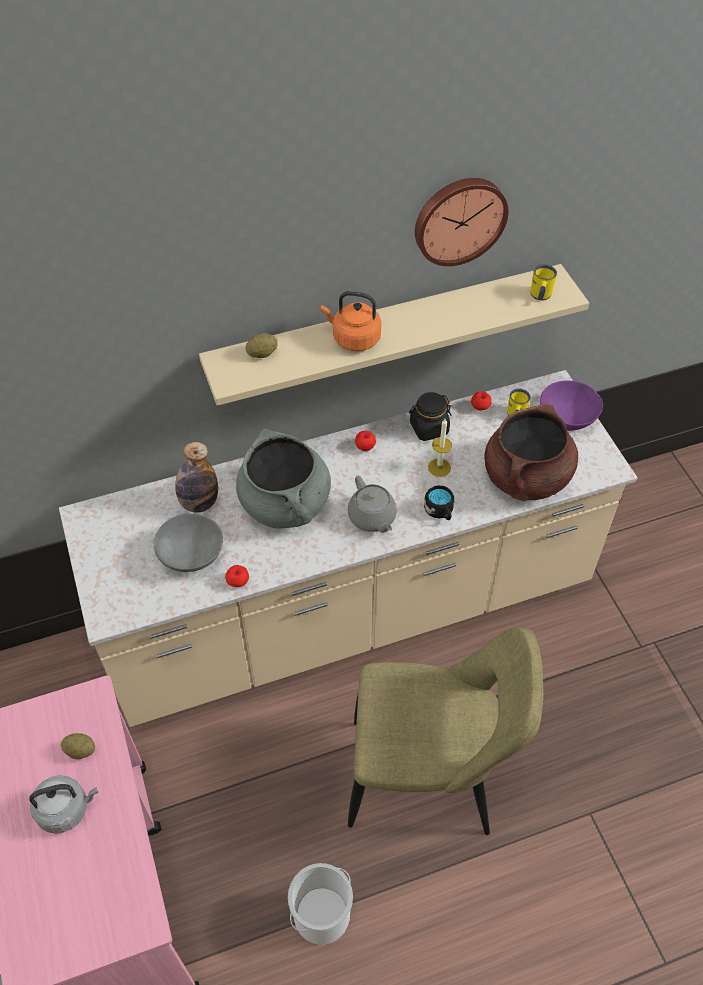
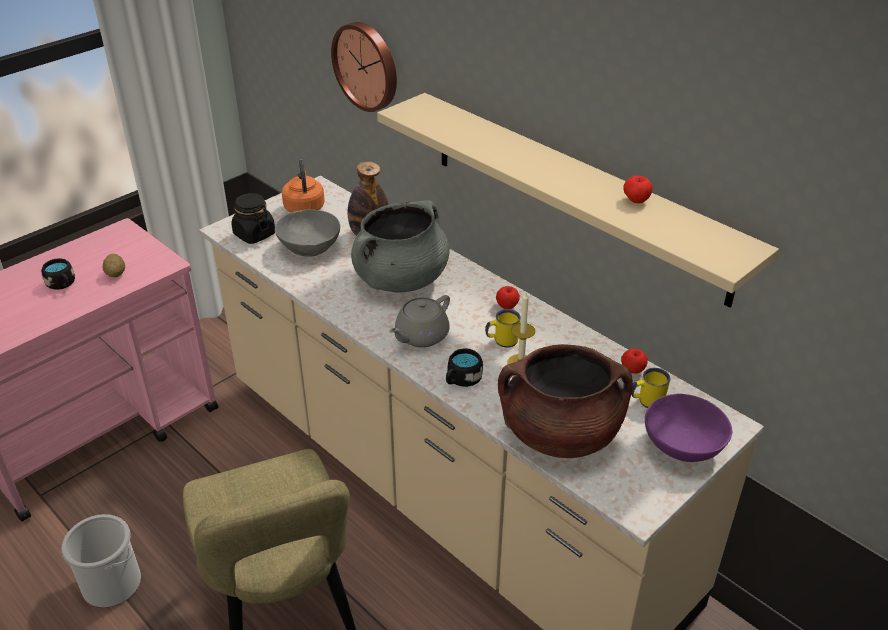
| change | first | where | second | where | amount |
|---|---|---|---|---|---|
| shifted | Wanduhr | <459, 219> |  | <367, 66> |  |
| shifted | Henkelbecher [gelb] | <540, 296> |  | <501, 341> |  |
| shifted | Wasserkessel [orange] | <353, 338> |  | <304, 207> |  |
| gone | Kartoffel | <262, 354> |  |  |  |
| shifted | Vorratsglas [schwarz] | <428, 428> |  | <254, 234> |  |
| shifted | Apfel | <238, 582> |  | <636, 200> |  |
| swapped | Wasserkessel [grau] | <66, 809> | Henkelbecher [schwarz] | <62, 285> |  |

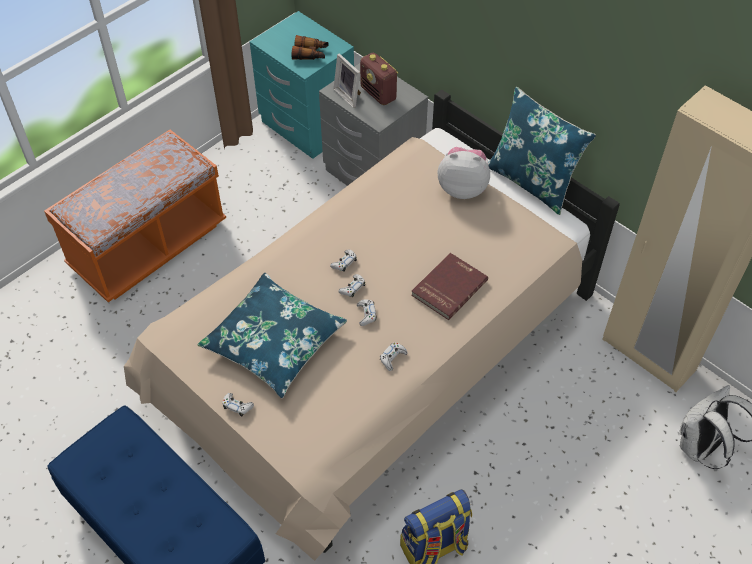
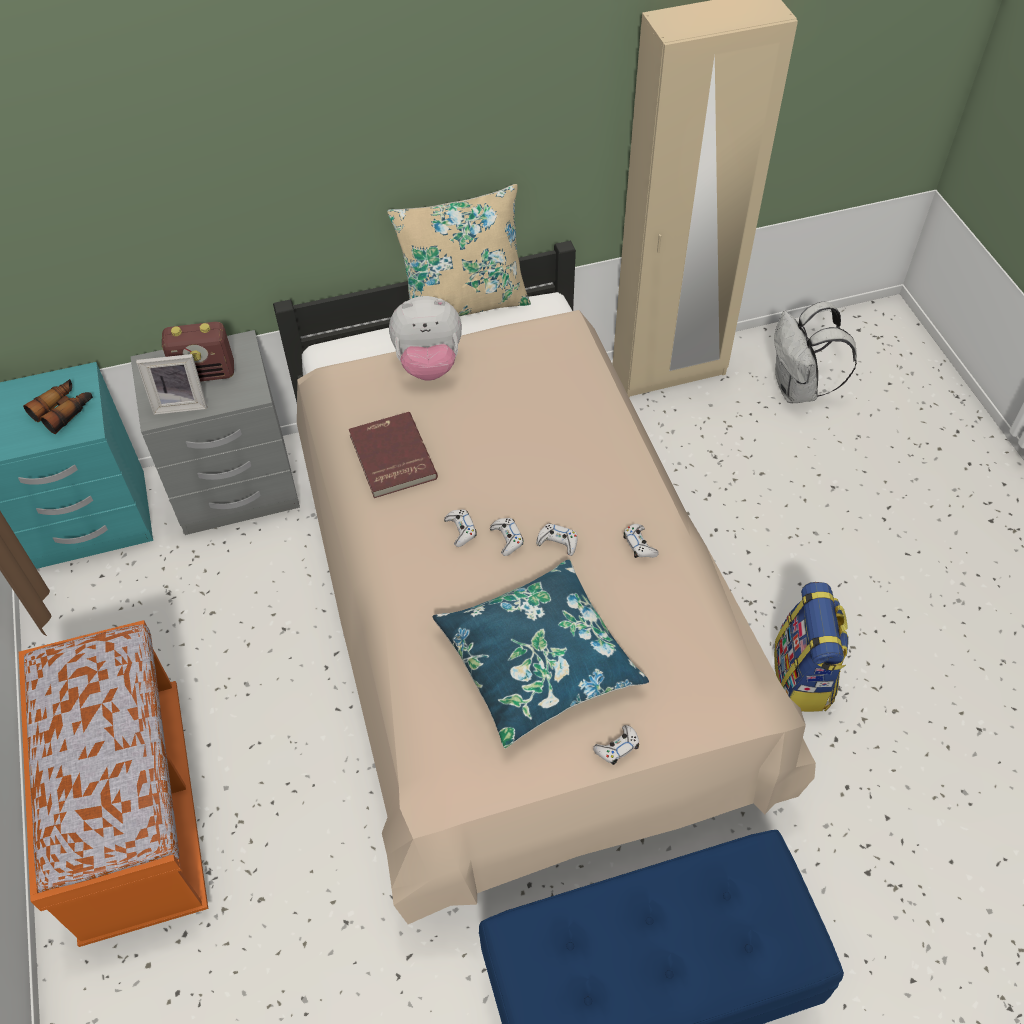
| change | first | where | second | where | amount |
|---|---|---|---|---|---|
| repainted | Kissen [blau] | <532, 181> | Kissen [beige] | <464, 303> |  |
| rotated | Plüschtier | <462, 187> |  | <428, 364> | 135 degrees counterclockwise |
| shifted | Buch [rot] | <448, 287> |  | <391, 457> |  |

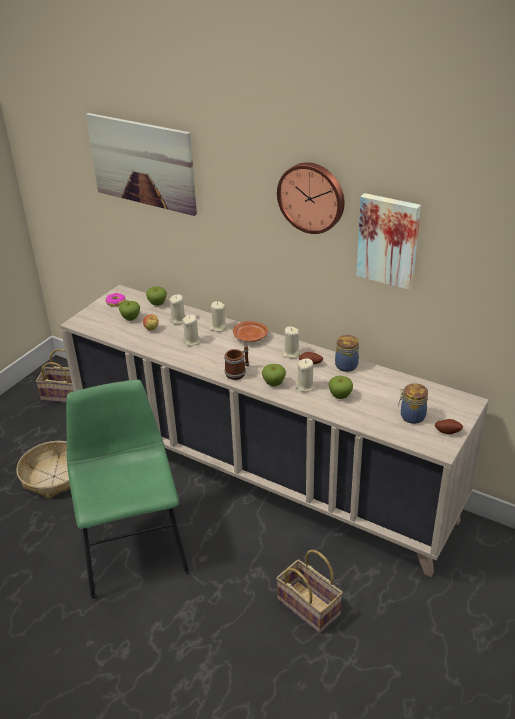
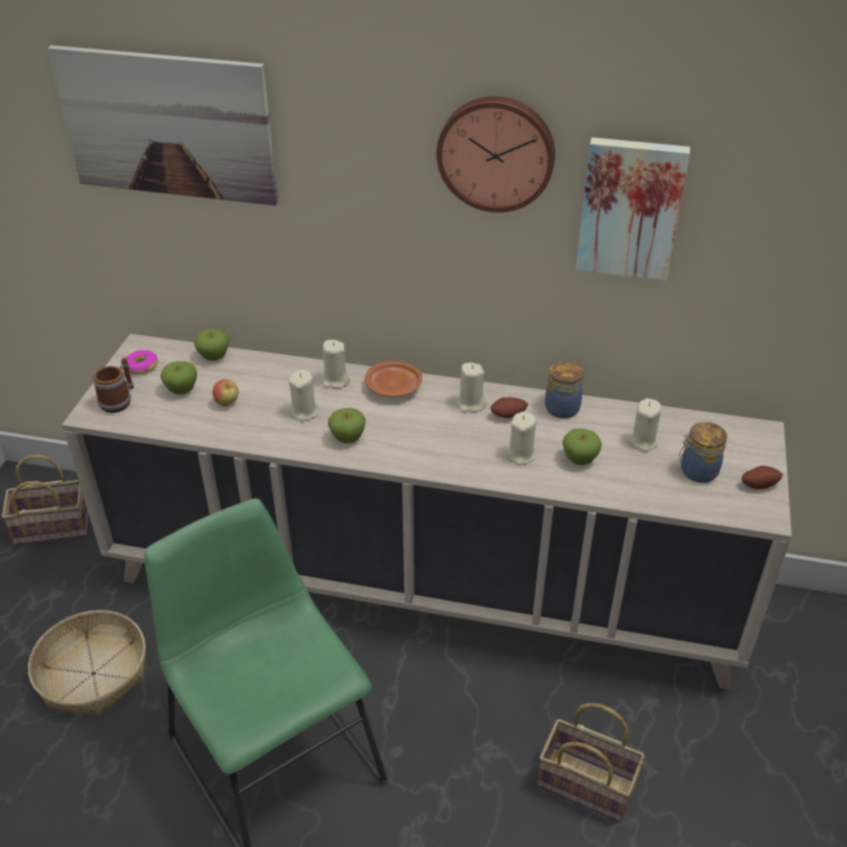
| change | first | where | second | where | amount |
|---|---|---|---|---|---|
| shifted | Kerze [beige] | <178, 320> |  | <642, 441> |  |
| shifted | Henkelbecher | <238, 372> |  | <119, 400> |  |
| shifted | Apfel | <274, 383> |  | <348, 438> |  |

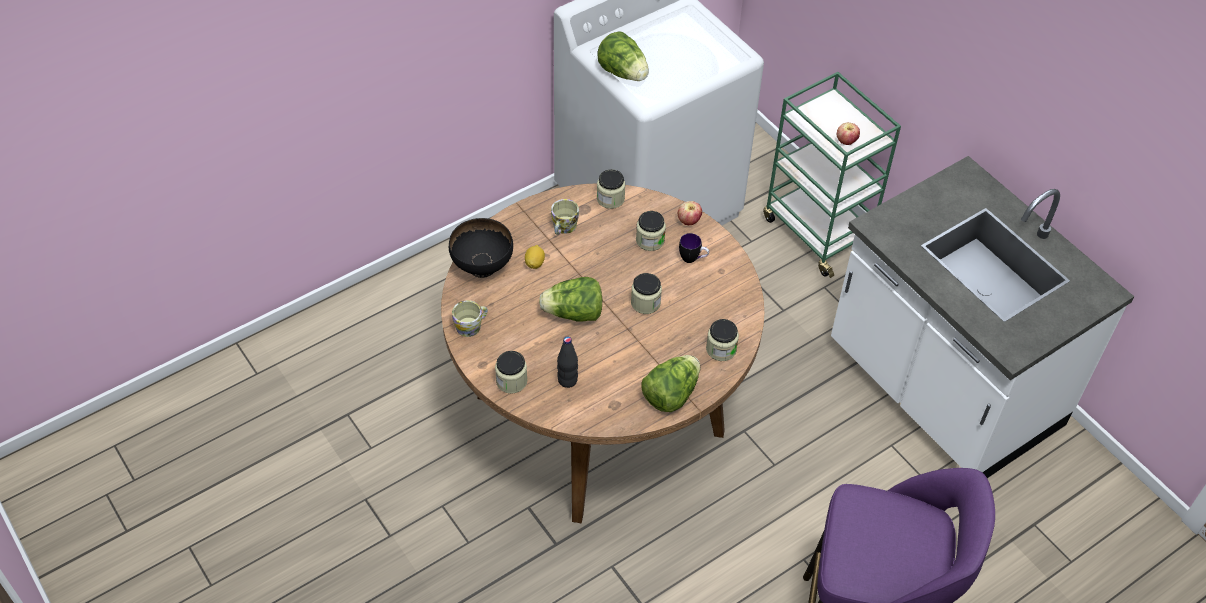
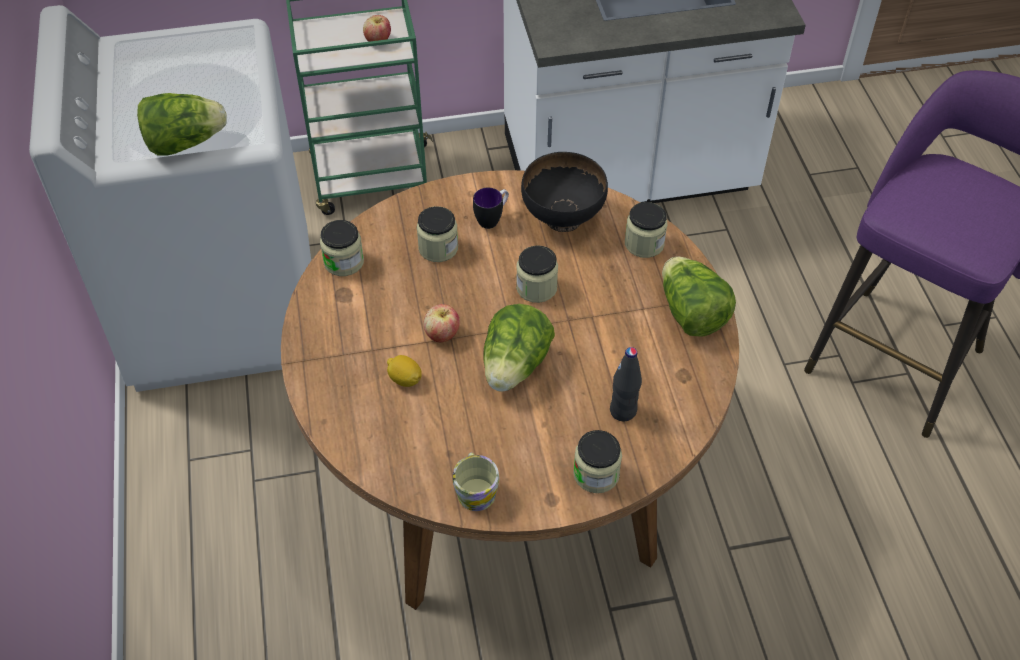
| change | first | where | second | where | amount |
|---|---|---|---|---|---|
| gone | Henkelbecher | <563, 228> |  |  |  |
| shifted | Apfel | <689, 221> |  | <442, 335> |  |
| shifted | Schüssel [schwarz] | <483, 266> |  | <562, 217> |  |

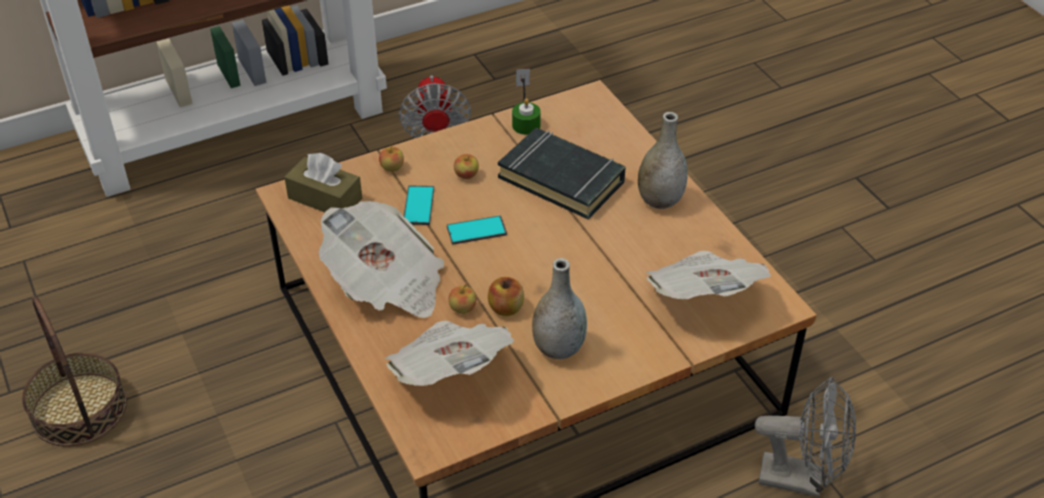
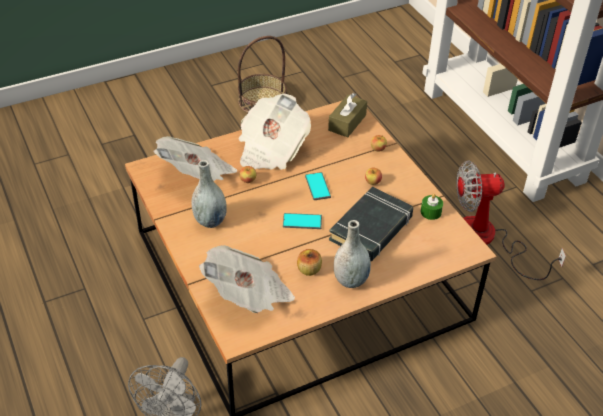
| change | first | where | second | where | amount |
|---|---|---|---|---|---|
| shifted | Handy | <418, 206> |  | <302, 221> |  |
| shifted | Apfel | <506, 308> |  | <309, 270> |  |

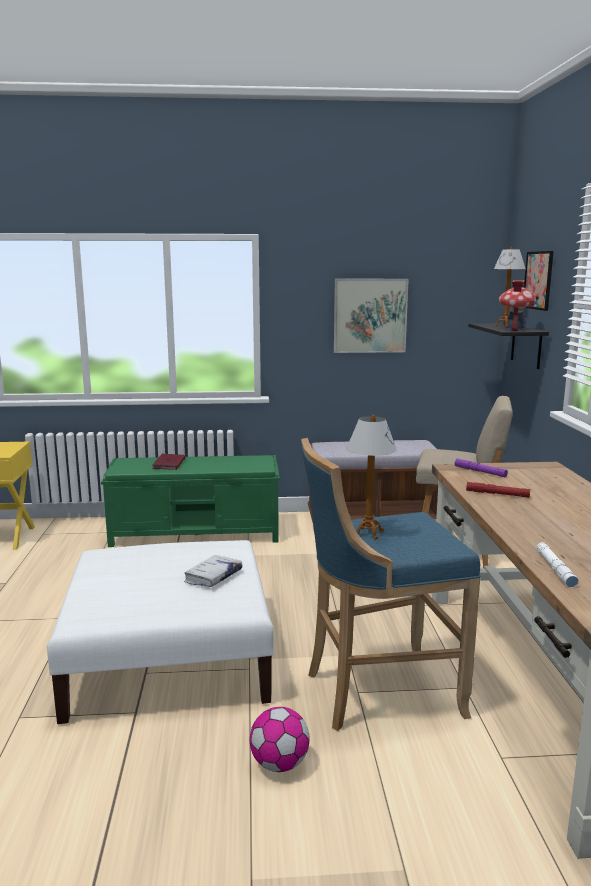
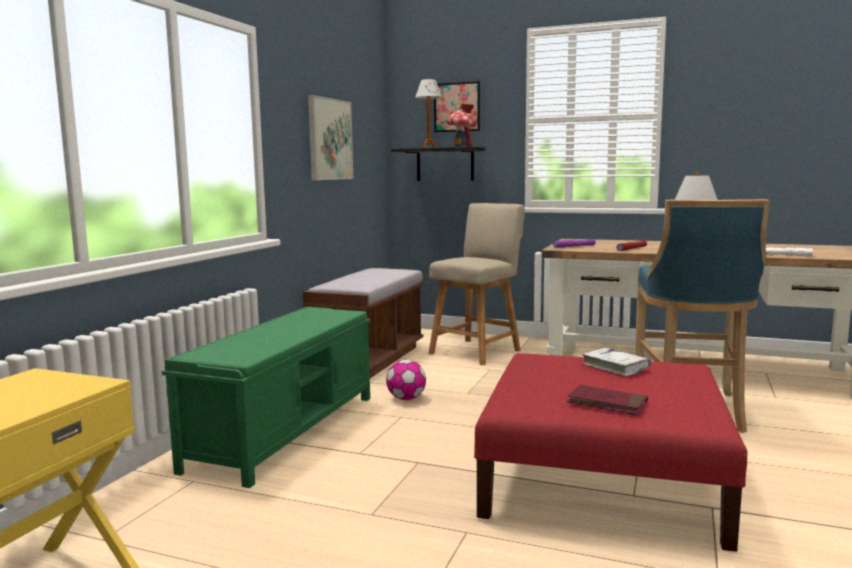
| change | first | where | second | where | amount |
|---|---|---|---|---|---|
| shifted | Buch [rot] | <169, 464> |  | <607, 403> |  |
| repainted | Polsterhocker [weiß] | <170, 655> | Polsterhocker [rot] | <601, 479> |  |
| shifted | Fußball | <279, 764> |  | <406, 399> |  |

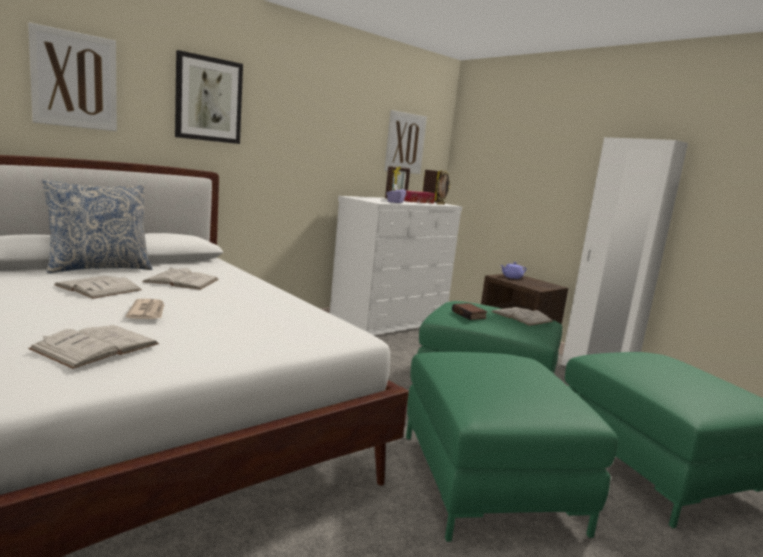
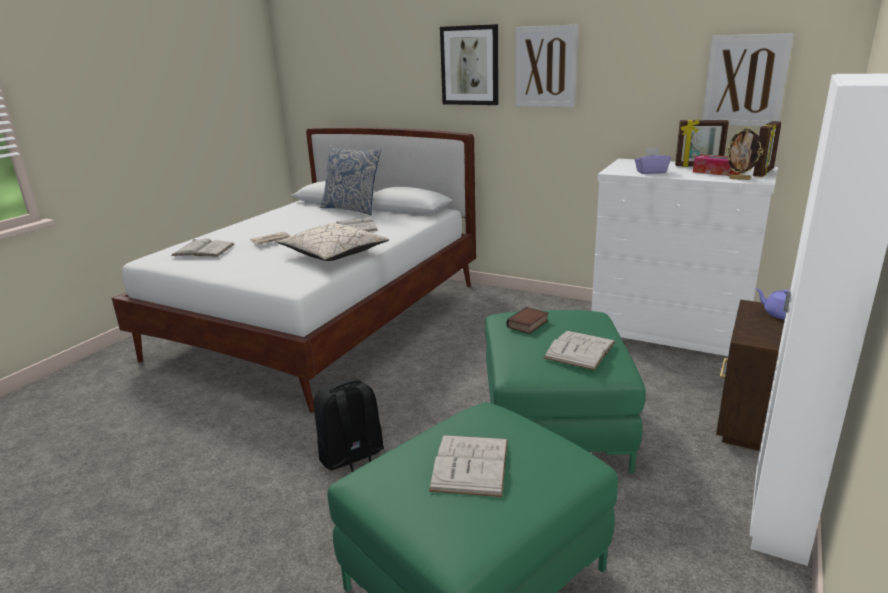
| change | first | where | second | where | amount |
|---|---|---|---|---|---|
| shifted | Bild | <74, 80> |  | <545, 67> |  |
| shifted | Buch [weiß] | <98, 287> |  | <470, 464> |  |
| swapped | Polsterhocker [grün] | <488, 480> | Rucksack [schwarz] | <352, 458> |  |
| new |  |  | Kissen [beige] | <334, 254> |  |

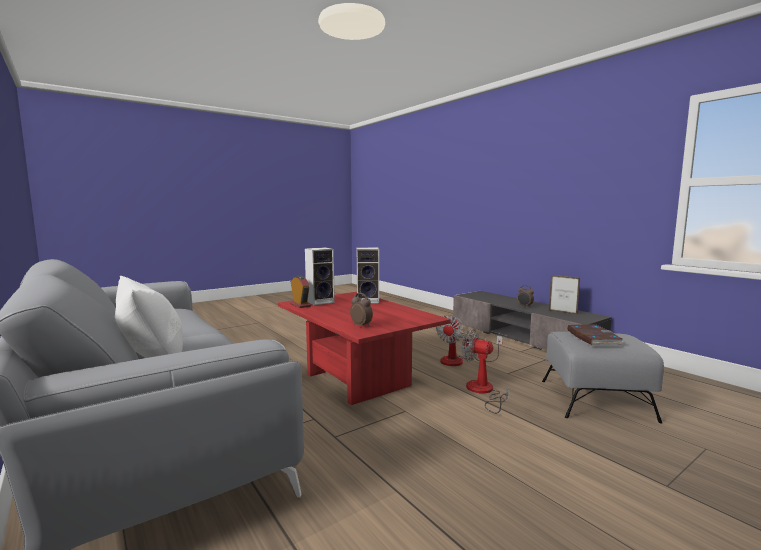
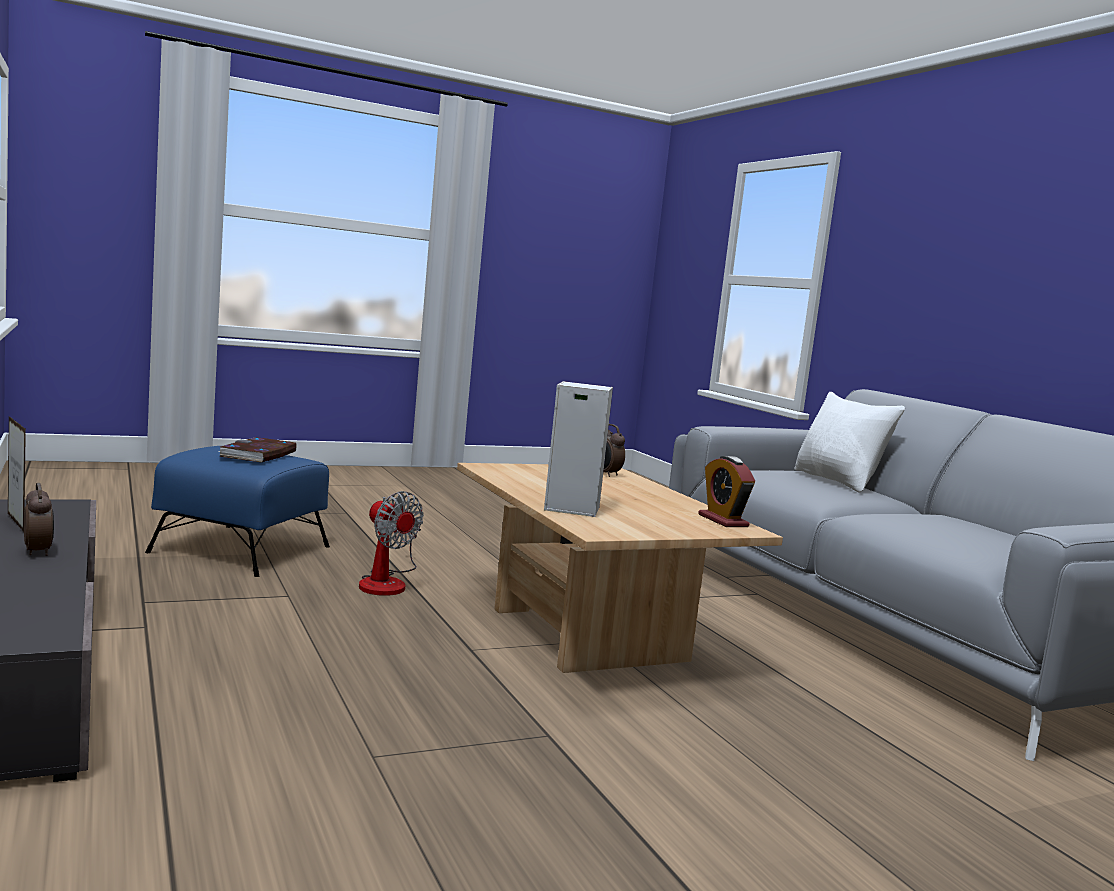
| change | first | where | second | where | amount |
|---|---|---|---|---|---|
| gone | Lautsprecher | <321, 301> |  |  |  |
| repainted | Couchtisch [rot] | <357, 380> | Couchtisch [beige] | <588, 634> |  |
| gone | Ventilator | <460, 361> |  |  |  |
| repainted | Polsterhocker [grau] | <594, 399> | Polsterhocker [blau] | <242, 550> |  |

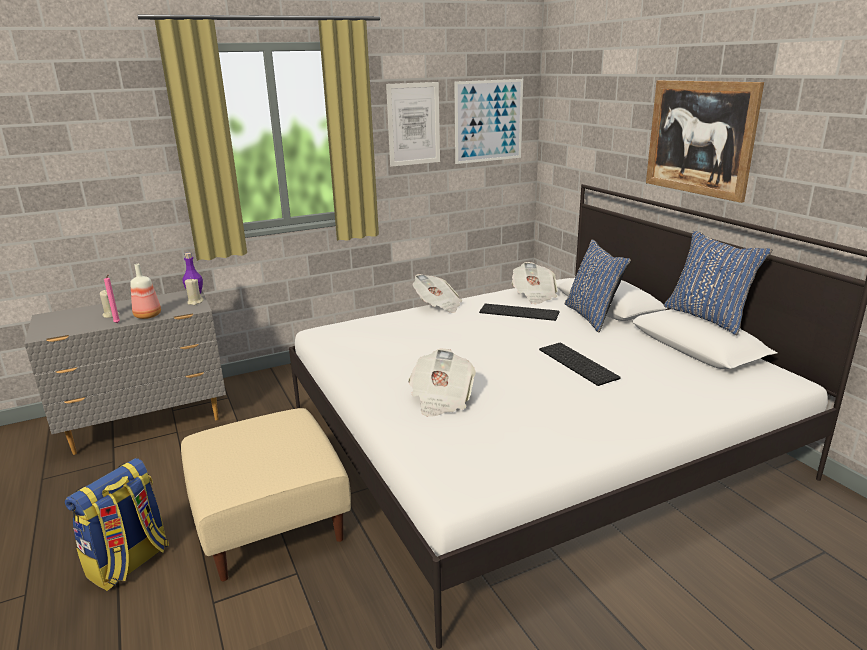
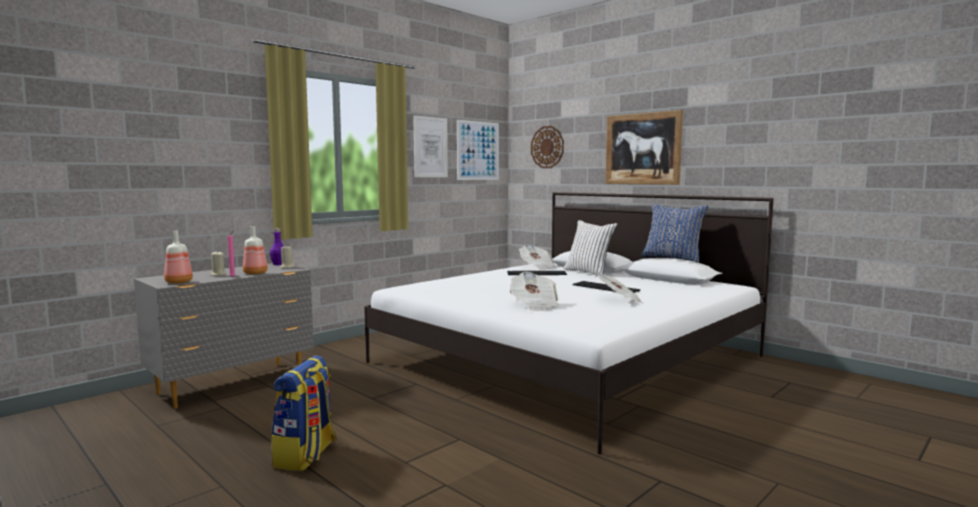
| change | first | where | second | where | amount |
|---|---|---|---|---|---|
| repainted | Kissen [blau] | <592, 316> | Kissen [weiß] | <588, 272> |  |
| shifted | Zeitung | <438, 306> |  | <619, 301> |  |
| gone | Polsterhocker [beige] | <271, 520> |  |  |  |
| new |  |  | Wanduhr | <547, 147> |  |
| new |  |  | Flasche | <178, 282> |  |

